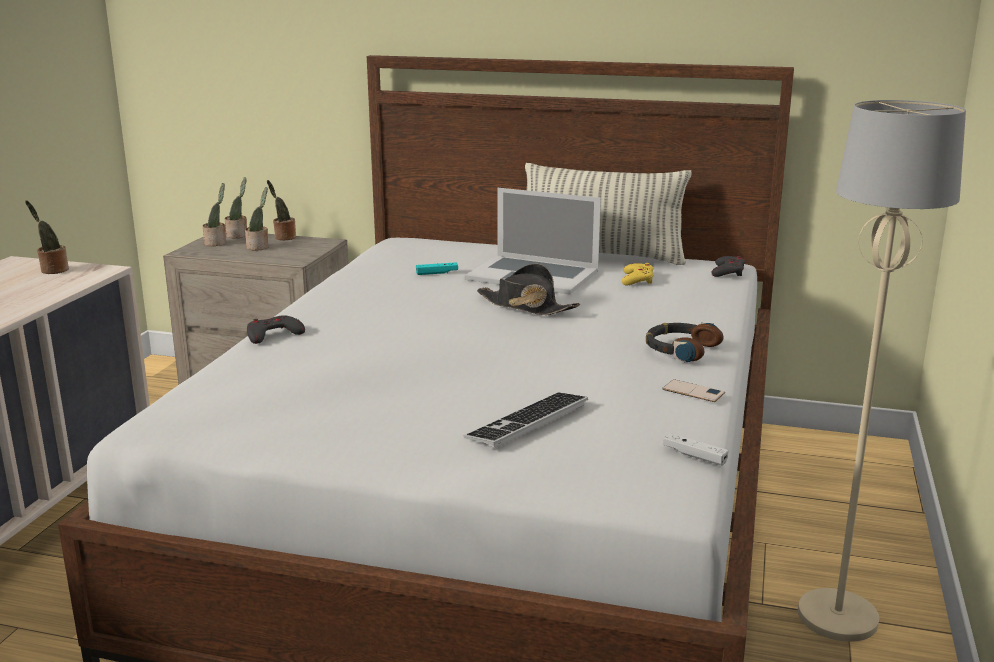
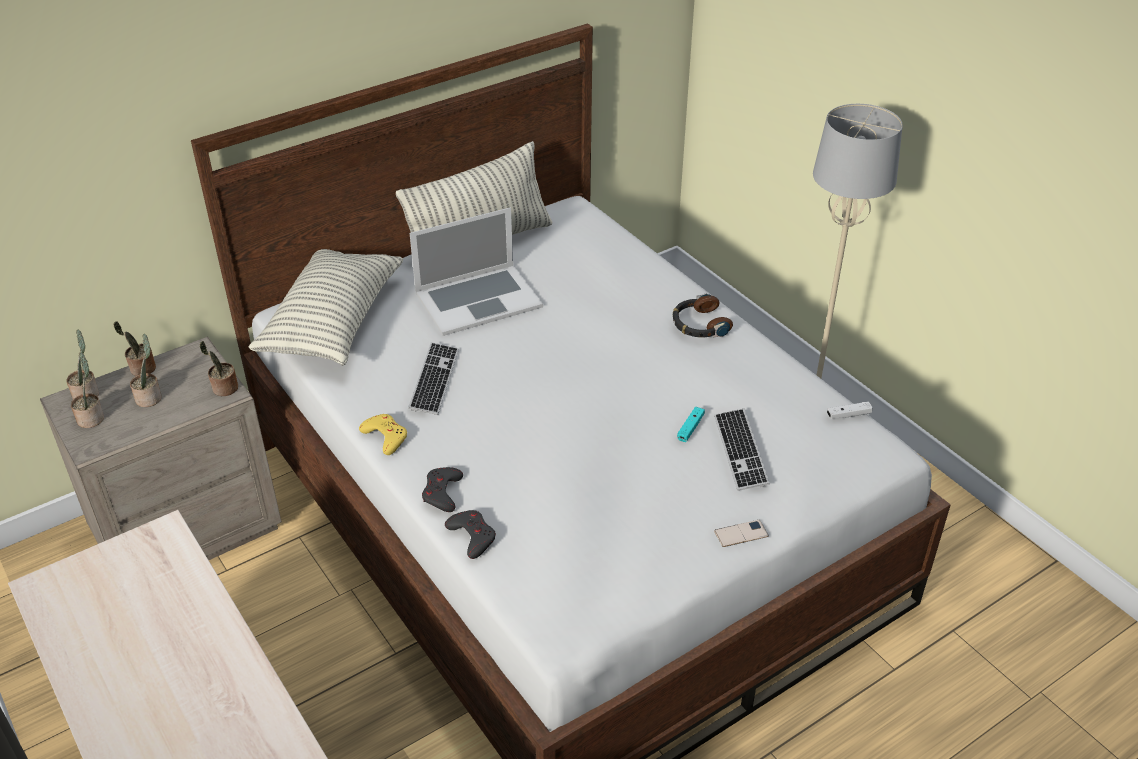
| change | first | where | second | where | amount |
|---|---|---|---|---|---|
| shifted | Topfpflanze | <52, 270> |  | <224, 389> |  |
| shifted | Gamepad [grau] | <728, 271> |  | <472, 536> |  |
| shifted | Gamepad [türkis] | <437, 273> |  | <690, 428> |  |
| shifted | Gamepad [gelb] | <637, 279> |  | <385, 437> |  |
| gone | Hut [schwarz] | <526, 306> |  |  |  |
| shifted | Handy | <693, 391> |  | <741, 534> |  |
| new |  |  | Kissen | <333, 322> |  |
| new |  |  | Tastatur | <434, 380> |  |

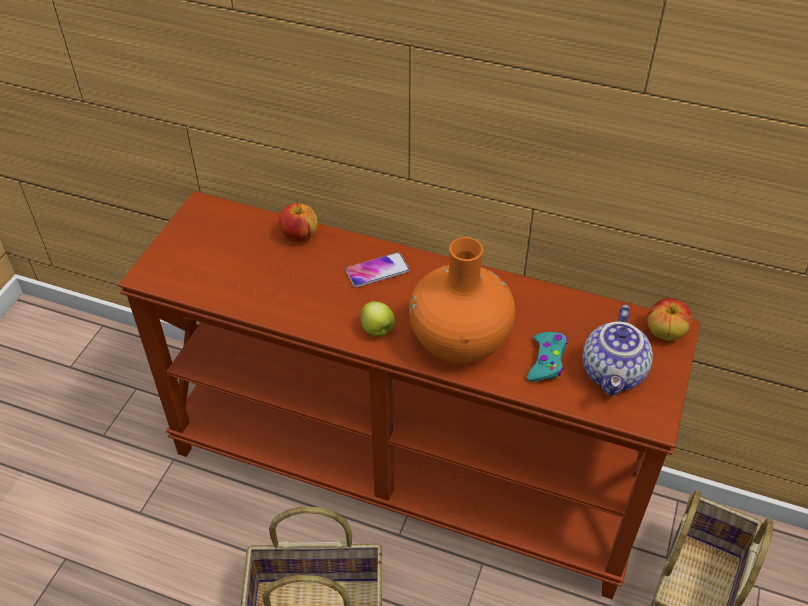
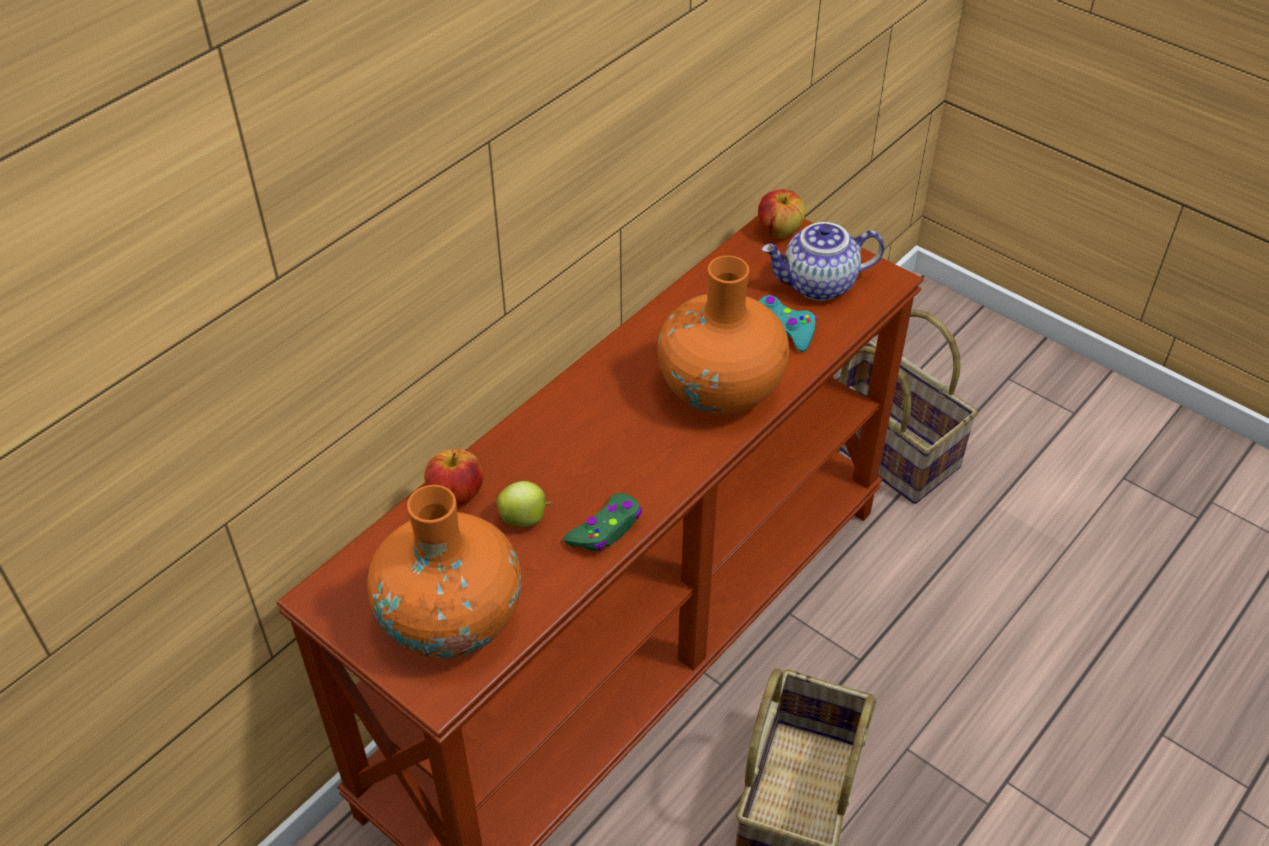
| change | first | where | second | where | amount |
|---|---|---|---|---|---|
| gone | Handy | <377, 271> |  |  |  |
| shifted | Apfel | <378, 331> |  | <525, 518> |  |
| rotated | Teekanne | <614, 374> |  | <818, 285> | 135 degrees clockwise |
| new |  |  | Vase [orange] | <451, 619> |  |
| new |  |  | Gamepad [grün] | <606, 529> |  |

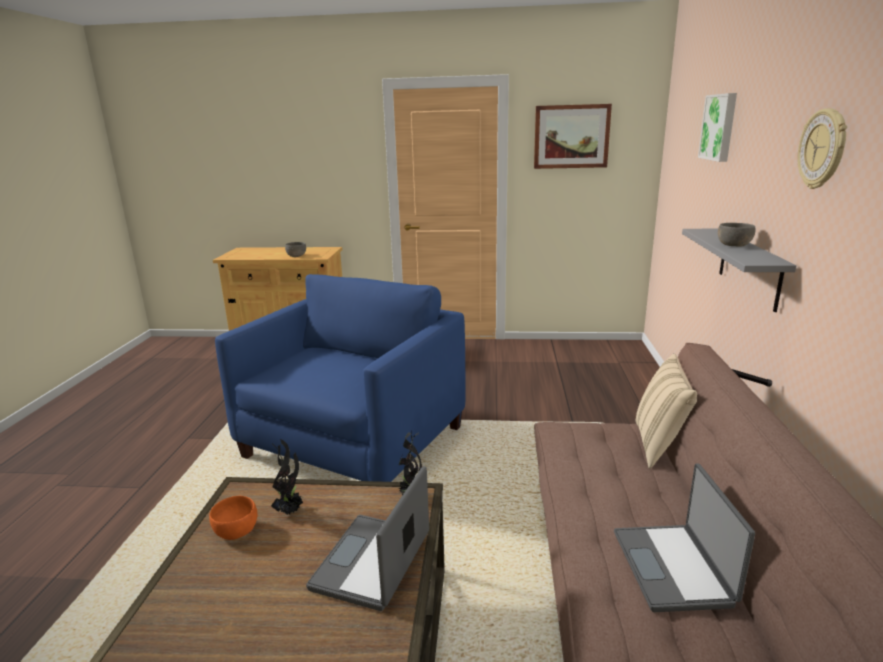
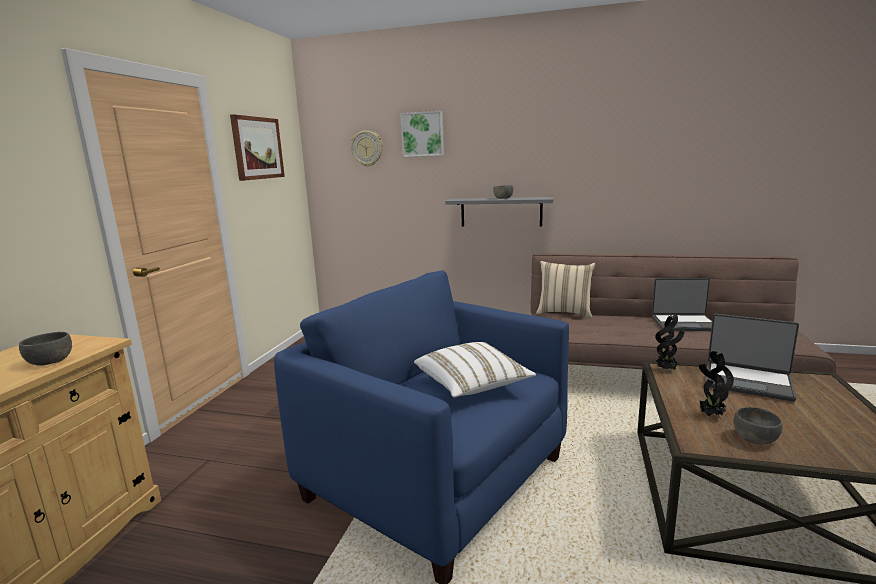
| change | first | where | second | where | amount |
|---|---|---|---|---|---|
| shifted | Wanduhr | <823, 149> |  | <367, 148> |  |
| repainted | Schüssel [orange] | <237, 531> | Schüssel [grau] | <755, 438> |  |
| new |  |  | Kissen [weiß] | <472, 385> |  |

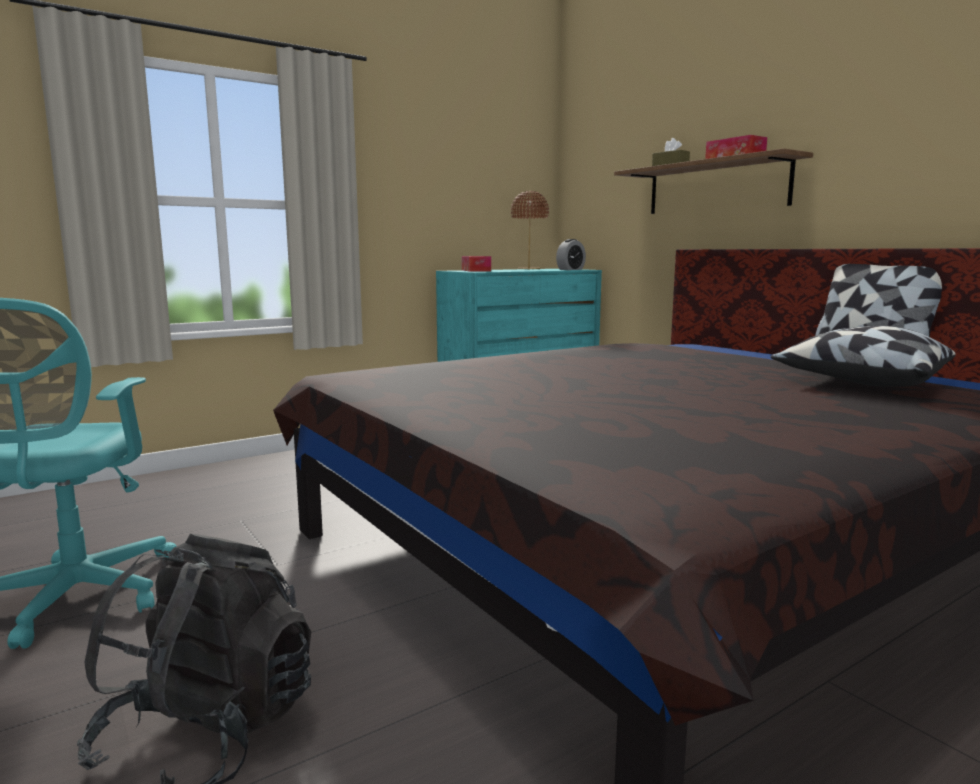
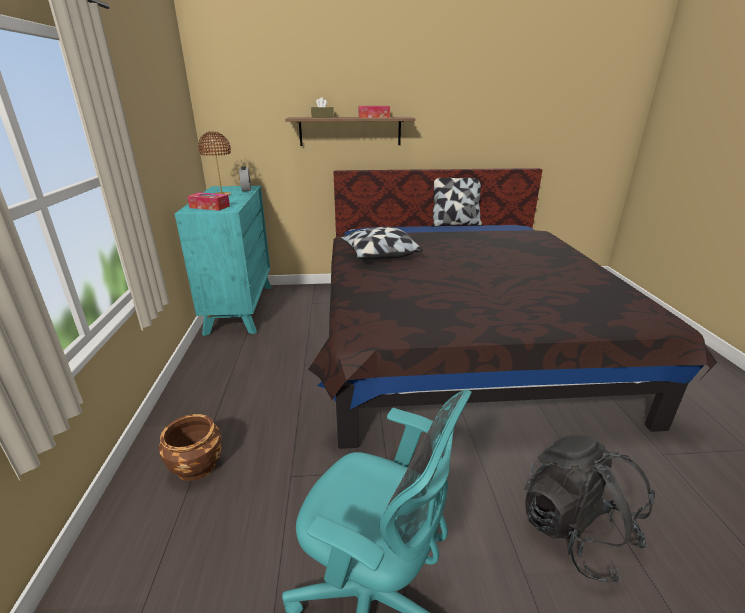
| change | first | where | second | where | amount |
|---|---|---|---|---|---|
| shifted | Kissen | <860, 382> |  | <379, 255> |  |
| new |  |  | Pflanzkübel [braun] | <196, 466> |  |

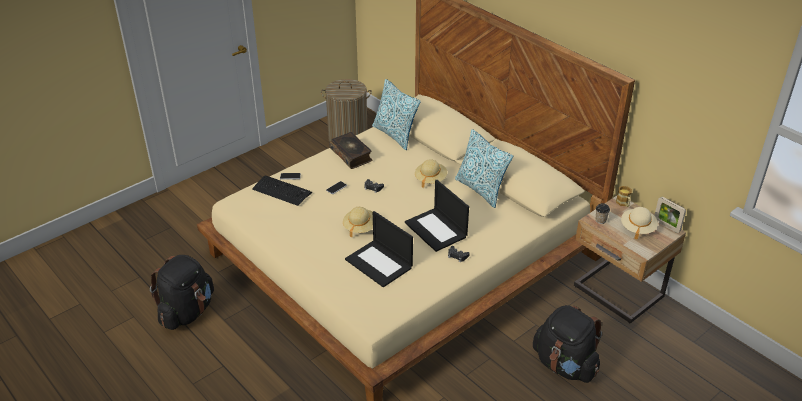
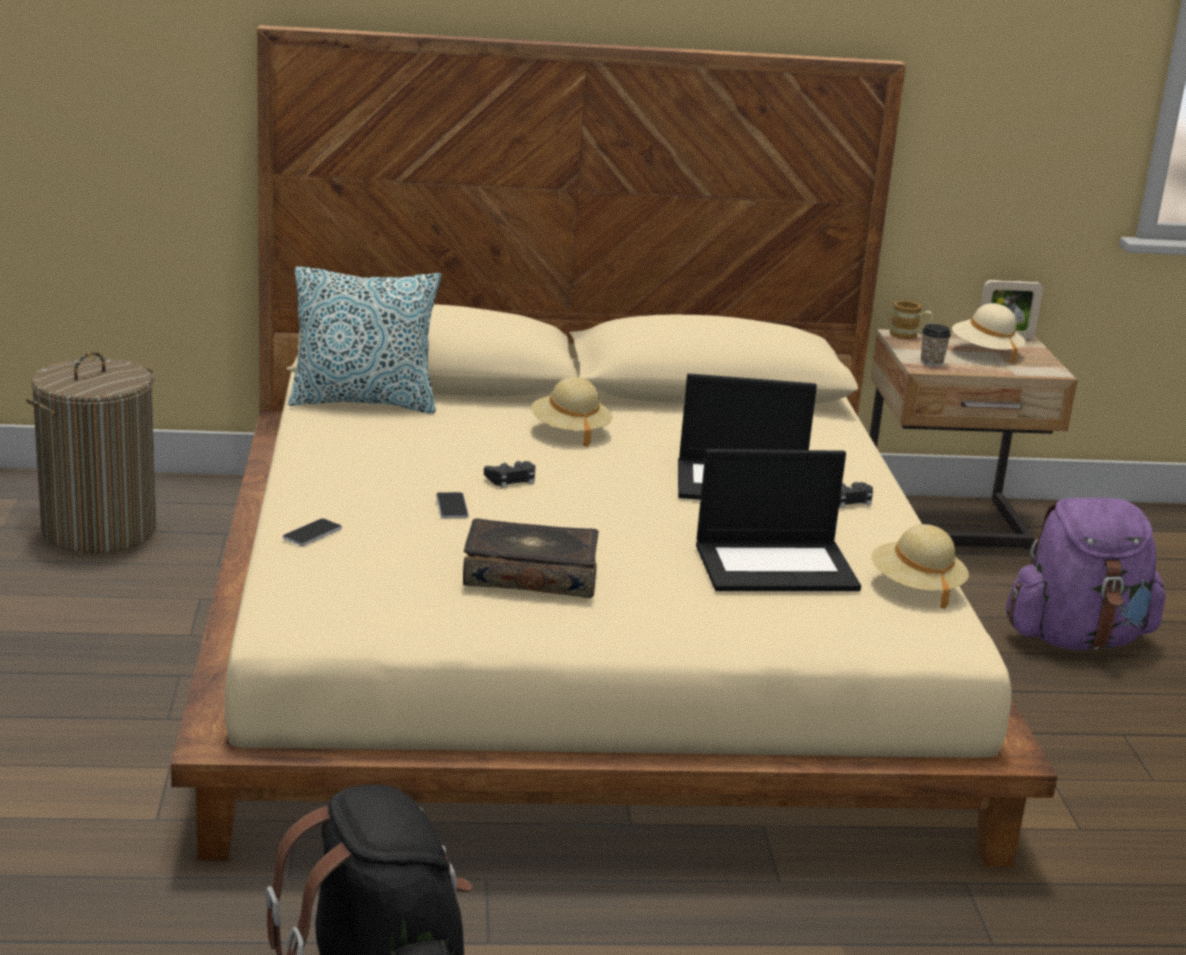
| change | first | where | second | where | amount |
|---|---|---|---|---|---|
| gone | Kissen | <481, 190> |  |  |  |
| shifted | Buch | <351, 155> |  | <530, 575> |  |
| gone | Tastatur | <281, 191> |  |  |  |
| shifted | Hut [beige] | <360, 227> |  | <916, 587> |  |
| repainted | Rucksack [schwarz] | <565, 365> | Rucksack [lila] | <1077, 639> |  |

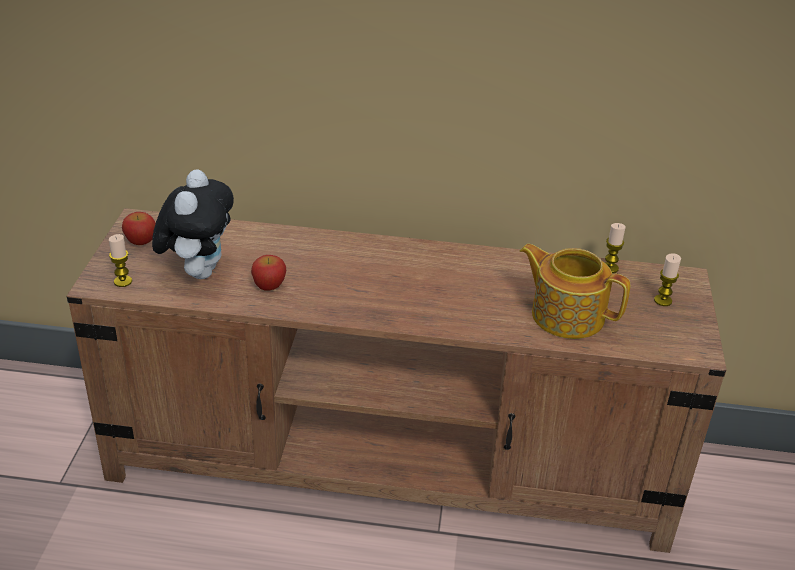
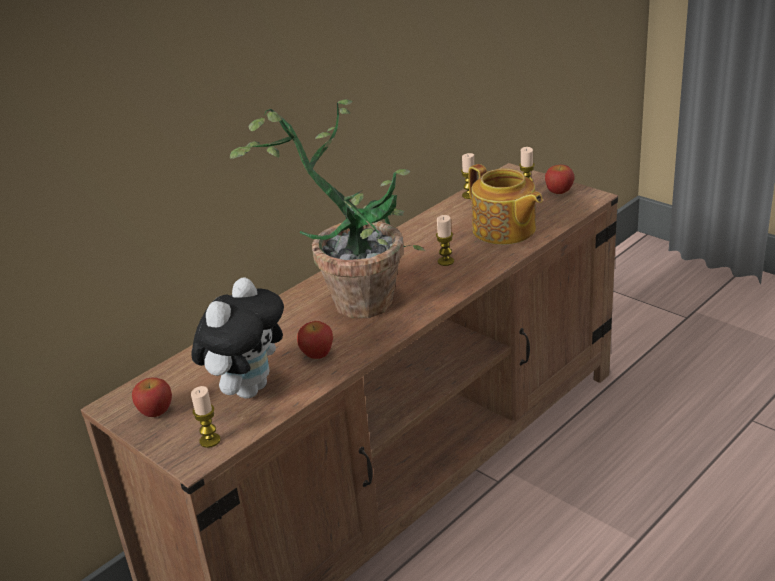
| change | first | where | second | where | amount |
|---|---|---|---|---|---|
| rotated | Plüschtier | <198, 271> |  | <248, 388> | 75 degrees clockwise |
| rotated | Teekanne | <566, 315> |  | <504, 230> | 105 degrees counterclockwise |
| new |  |  | Topfpflanze | <357, 295> |  |
| new |  |  | Apfel | <559, 191> |  |
| new |  |  | Kerze | <445, 261> |  |

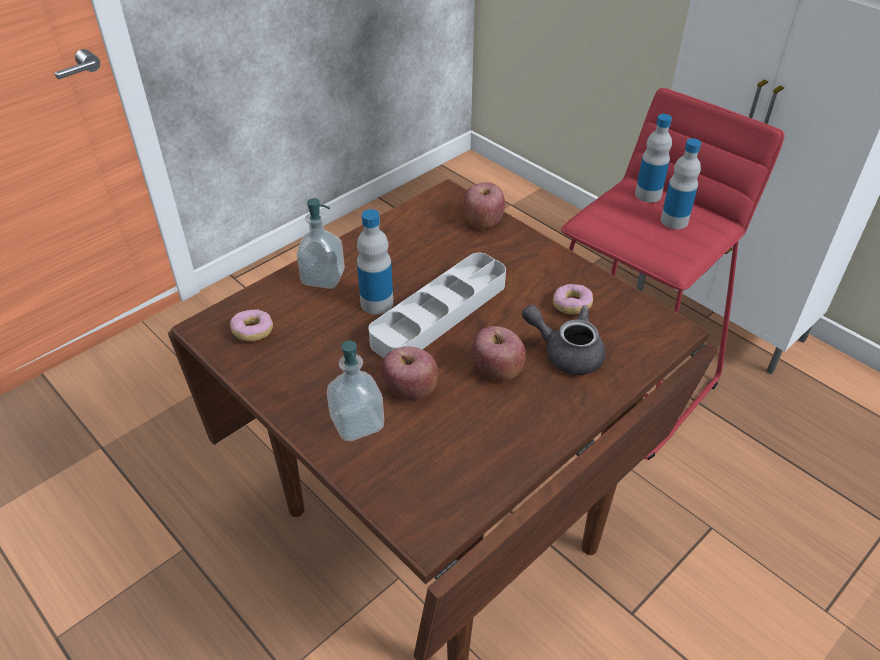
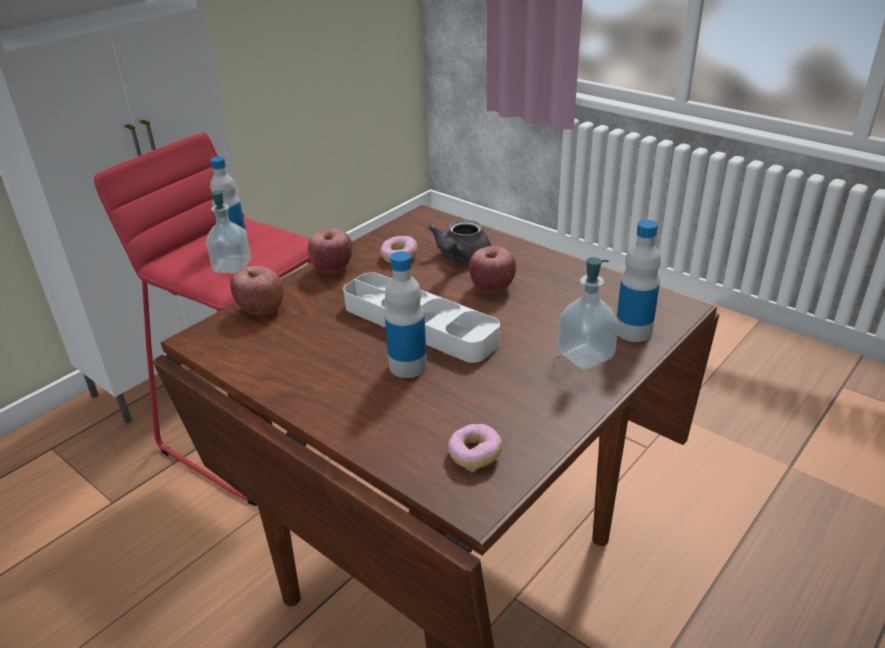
| change | first | where | second | where | amount |
|---|---|---|---|---|---|
| shifted | Flasche | <648, 194> |  | <633, 331> |  |
| shifted | Seifenspender | <323, 277> |  | <232, 266> |  |
| shifted | Apfel | <410, 390> |  | <332, 269> |  |

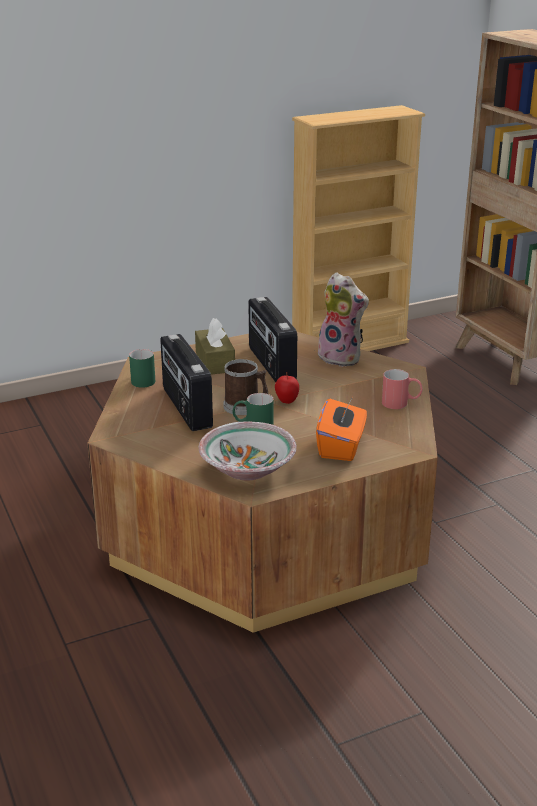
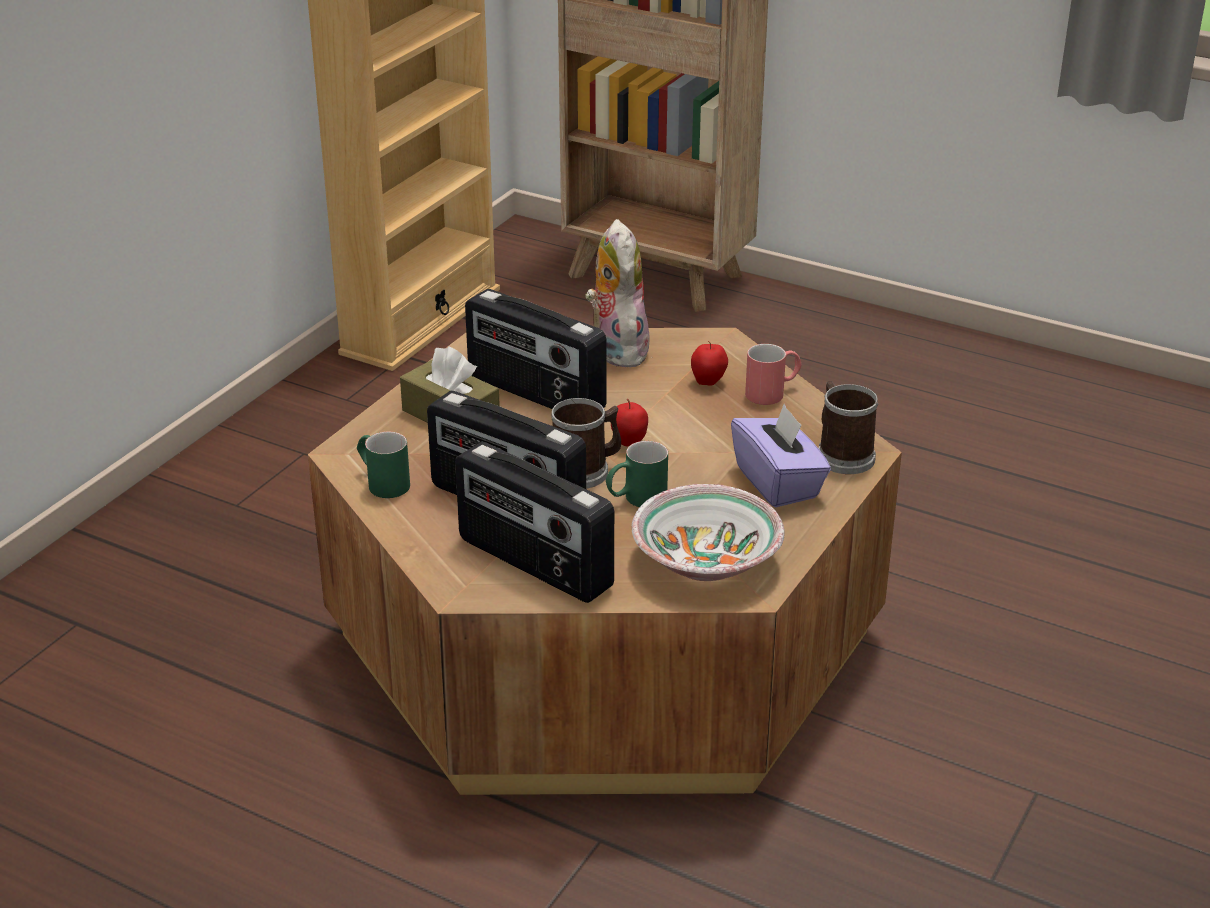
| change | first | where | second | where | amount |
|---|---|---|---|---|---|
| rotated | Plüschtier | <342, 358> |  | <616, 350> | 105 degrees counterclockwise |
| repainted | Taschentuchbox [orange] | <341, 447> | Taschentuchbox [lila] | <778, 482> |  |
| new |  |  | Apfel | <708, 382> |  |
| new |  |  | Henkelbecher | <842, 454> |  |
| new |  |  | Radio | <533, 564> |  |

